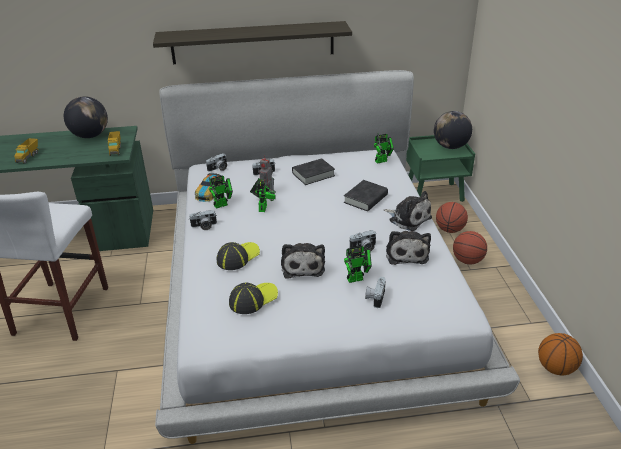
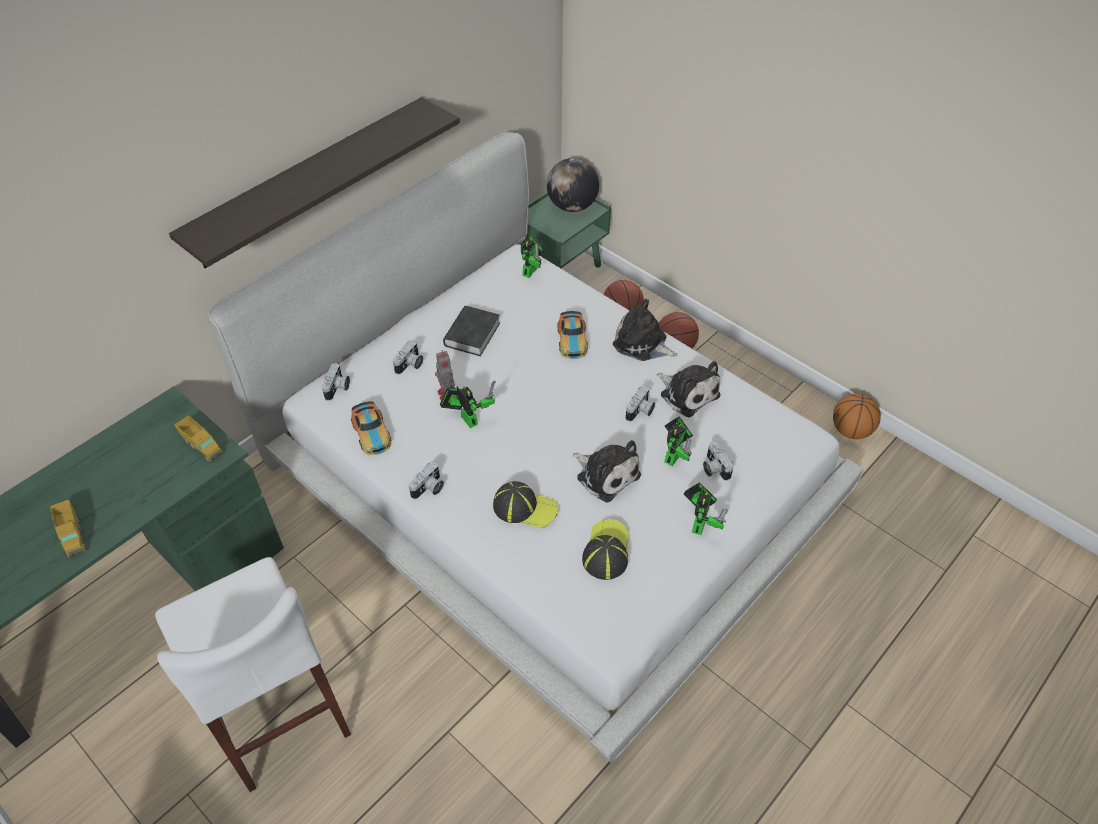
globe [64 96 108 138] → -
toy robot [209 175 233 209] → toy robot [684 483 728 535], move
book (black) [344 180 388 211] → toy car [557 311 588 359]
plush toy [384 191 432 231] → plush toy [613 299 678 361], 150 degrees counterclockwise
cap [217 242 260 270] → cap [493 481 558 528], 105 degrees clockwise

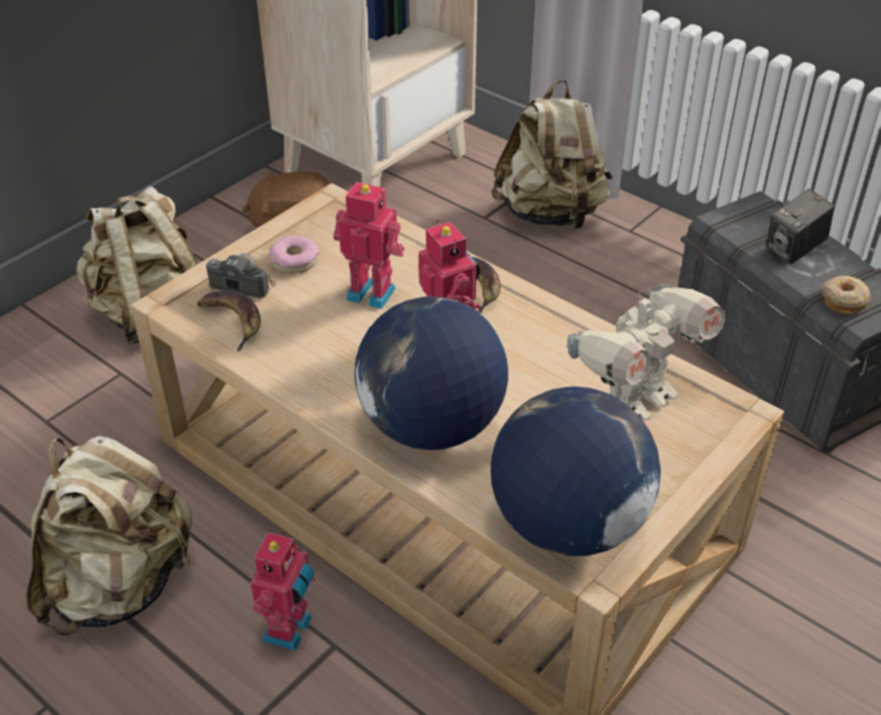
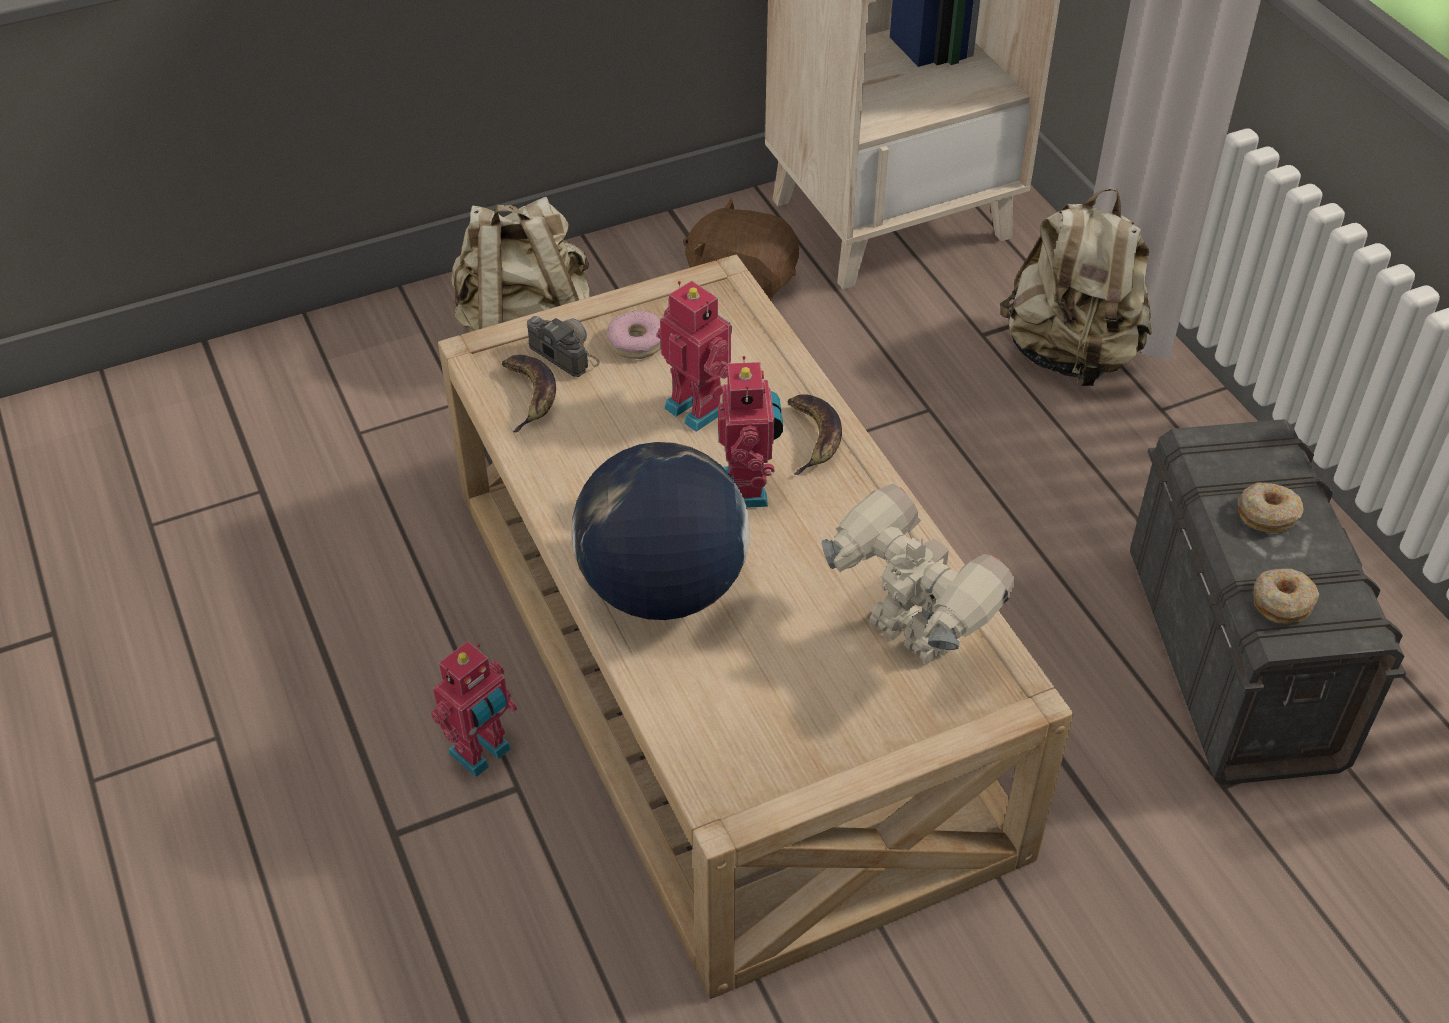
photo camera [767 189 835 264] → donut [1238 482 1304 533]
toy robot [567 284 725 420] → toy robot [822 484 1015 664], 120 degrees counterclockwise
globe [491 387 661 556] → -
backpack (beige) [26 436 193 636] → -

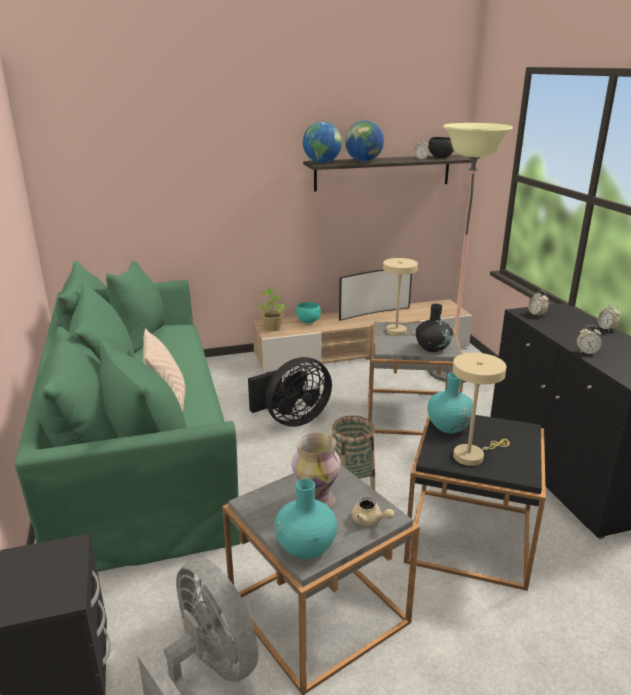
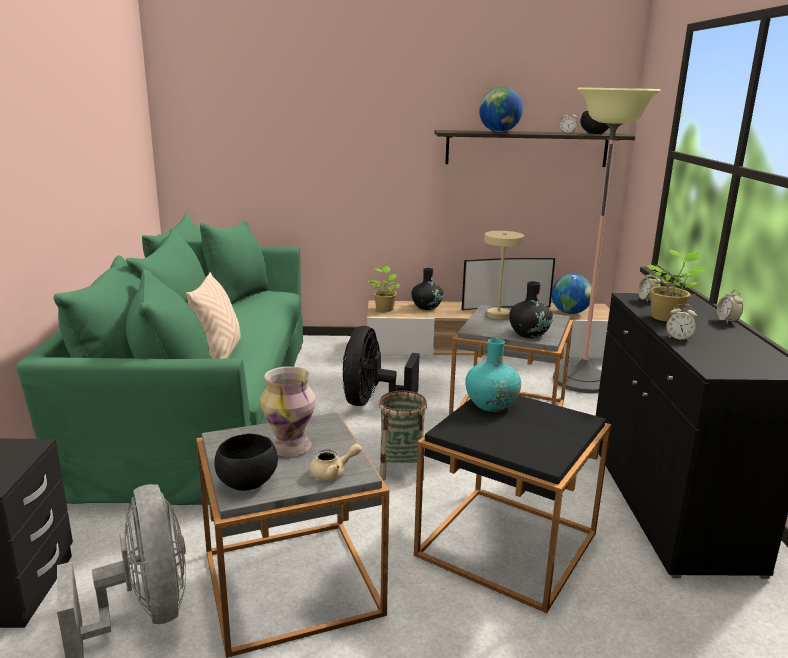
globe [303 122 342 163] → globe [552 274 592 314], move
bowl (turquoise) [296 302 321 323] → vase (black) [412 268 443 310]
table lamp (beige) [453 353 510 466] → -
fan (black) [248 357 332 427] → fan (black) [343 326 420 406], 120 degrees clockwise
vase (turquoise) [275 479 337 559] → bowl (black) [214 433 278 491]
teapot (beige) [352 497 394 526] → teapot (beige) [309 444 362 480], 75 degrees counterclockwise
- → potted plant [644 249 706 322]

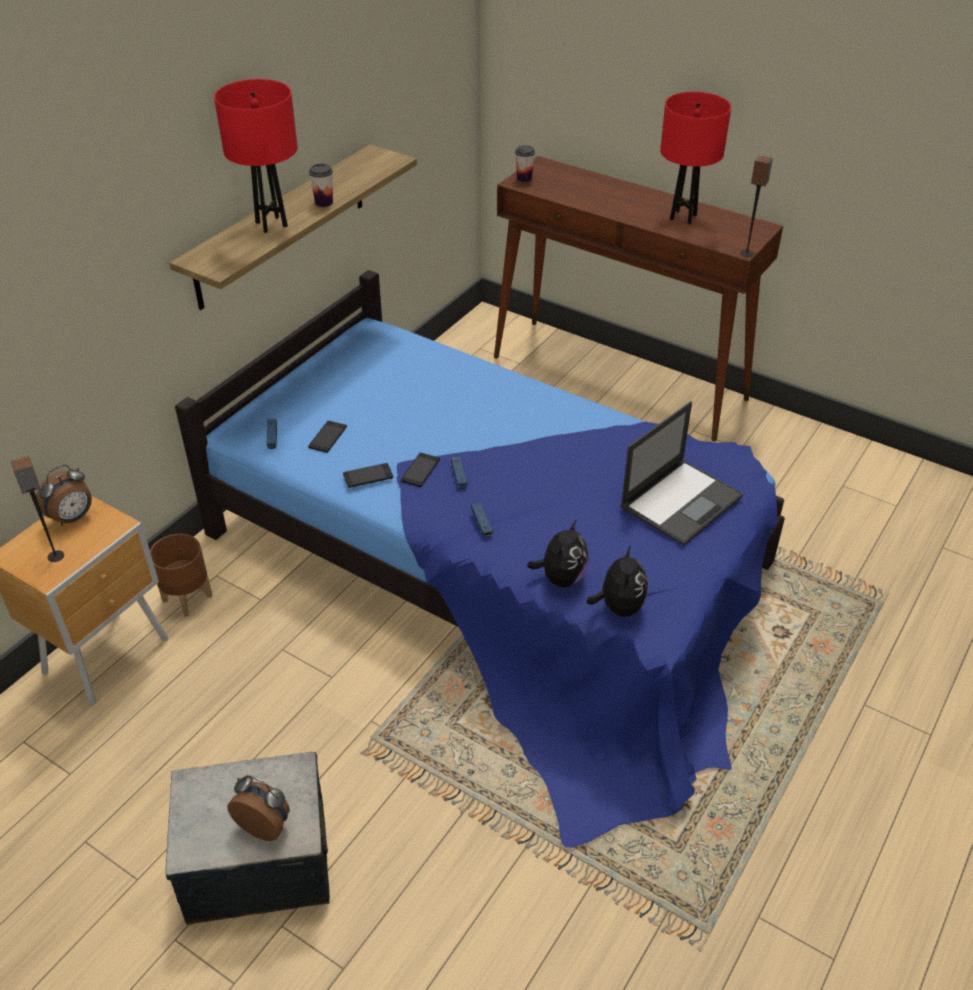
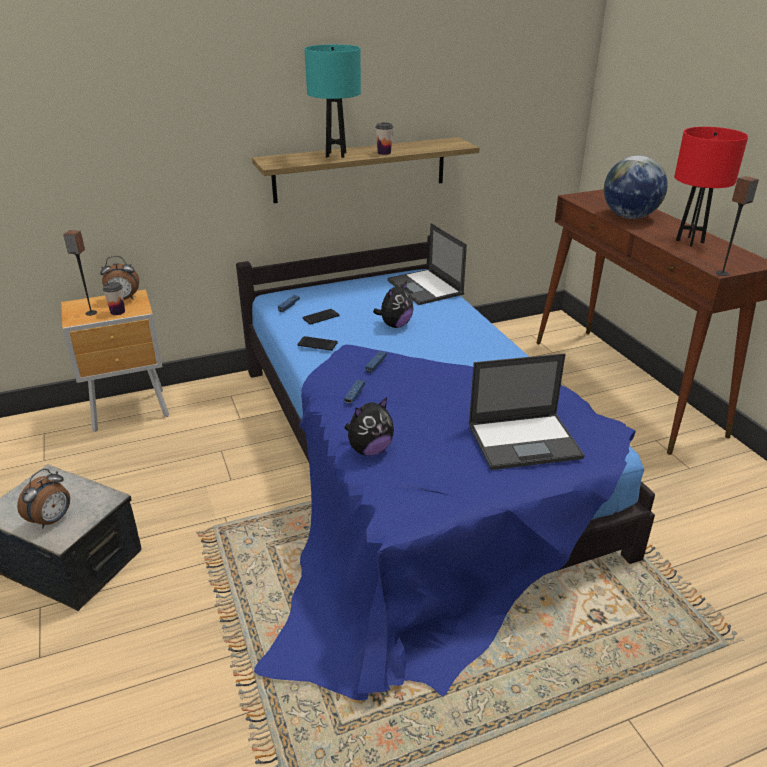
table lamp (red) [214 79 298 233] → table lamp (turquoise) [304 44 361 158]
cup [515 145 535 182] → cup [103 282 125 315], move
phone [401 453 440 487] → -
planter (brown) [150 534 212 617] → -
plush toy [587 546 648 617] → plush toy [373 281 413 328], move
alarm clock [227 775 290 841] → alarm clock [17 469 70 528], 60 degrees clockwise
- → globe [604 155 668 219]
- → laptop [387 223 467 305]

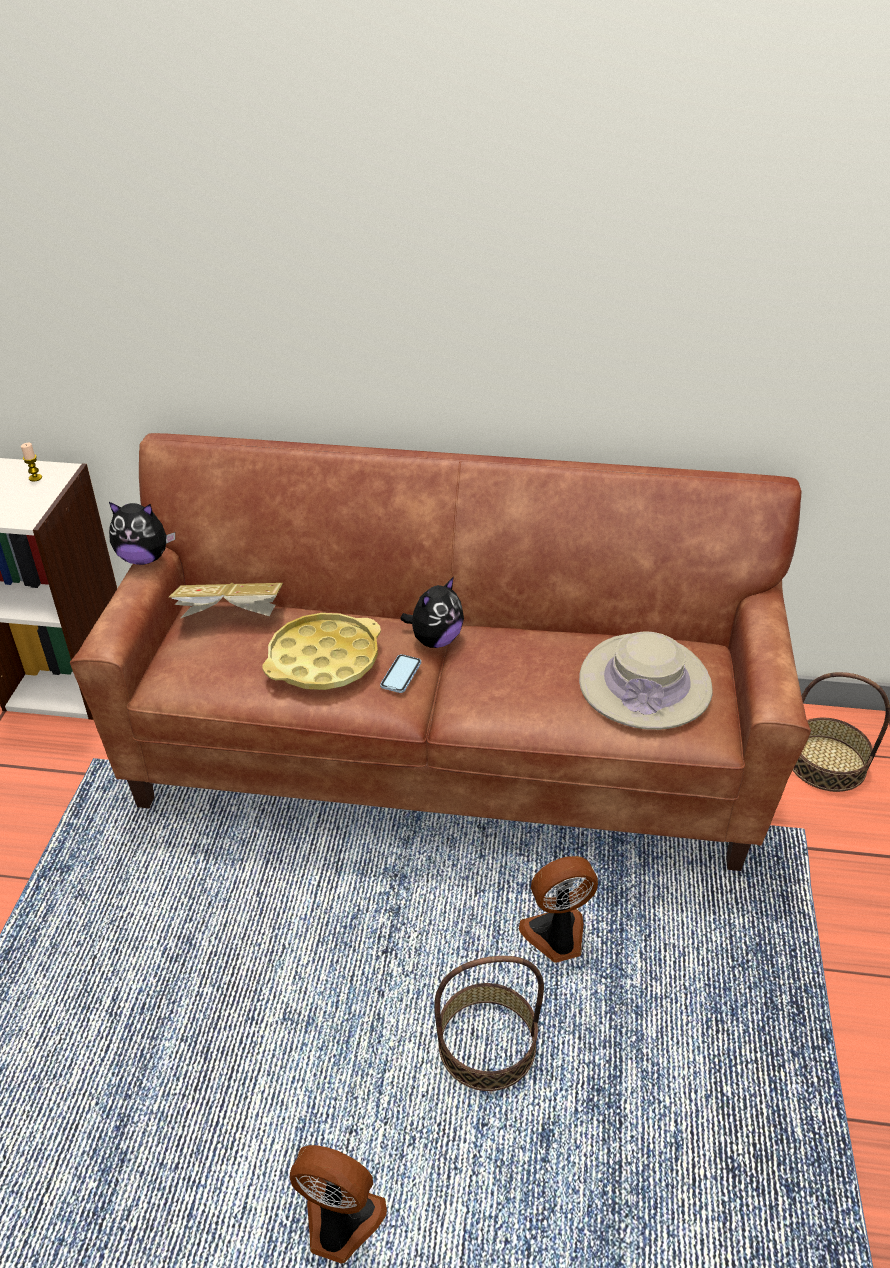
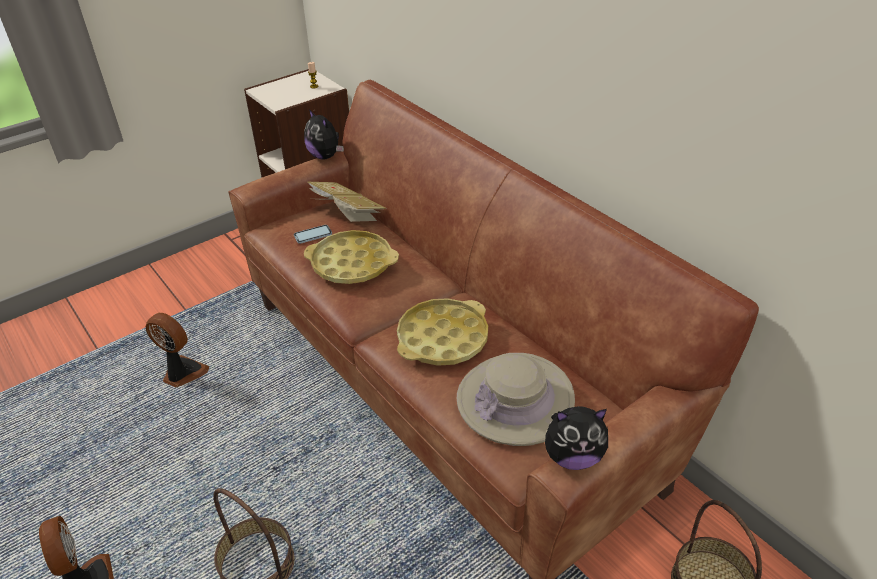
plush toy [400 576 464 648] → plush toy [545 406 608 470], move
phone [380 654 421 693] → phone [294 225 332 244], move
fan [519 856 598 963] → fan [146 313 209 387], move
- → tray (yellow) [397 298 488 366]

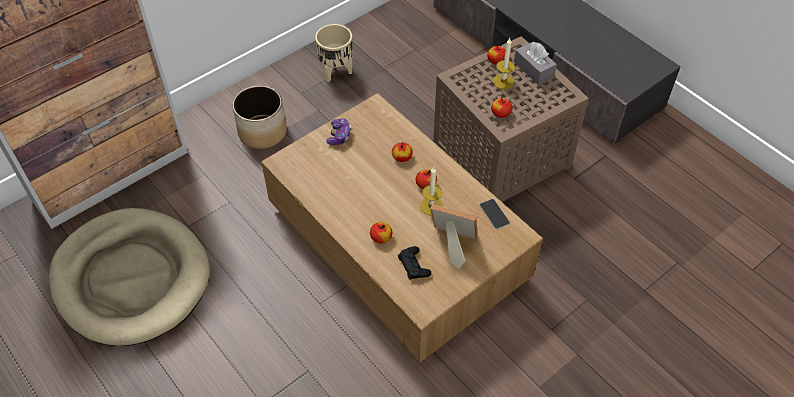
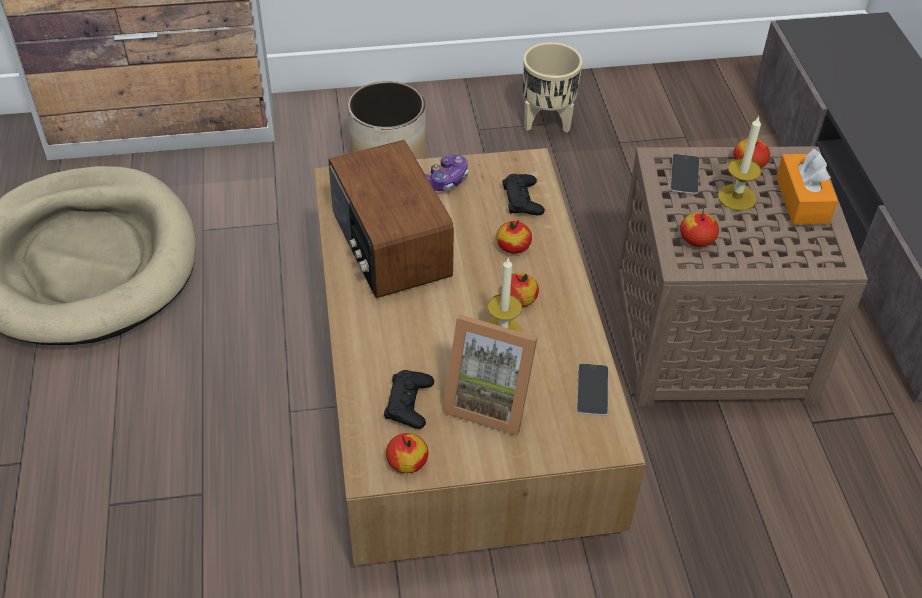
tissue box (grey) [514 42 557 85] → tissue box (orange) [776 149 838 224]
picture frame [430 204 477 269] → picture frame [443 315 538 436], 150 degrees clockwise
apple [370 222 392 243] → apple [386 433 428 473], move
- → radio [329 140 454 298]
- → phone [670 154 699 194]
- → game controller (black) [503 174 545 215]

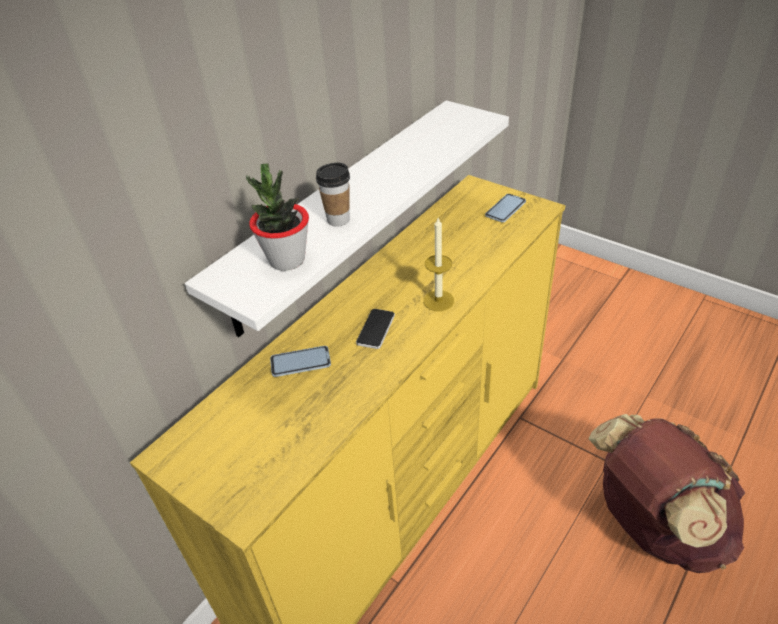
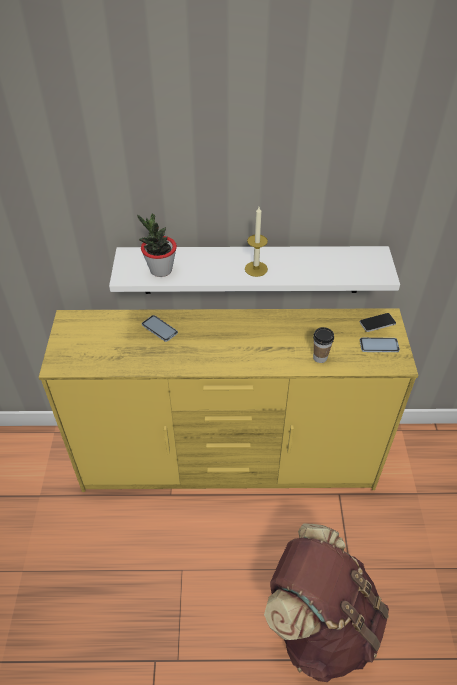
cup [316 163 350 227] → cup [313 327 334 363], move
candle [423 218 454 311] → candle [245 207 268 277], move
phone [356 309 395 349] → phone [360 313 396 332], move

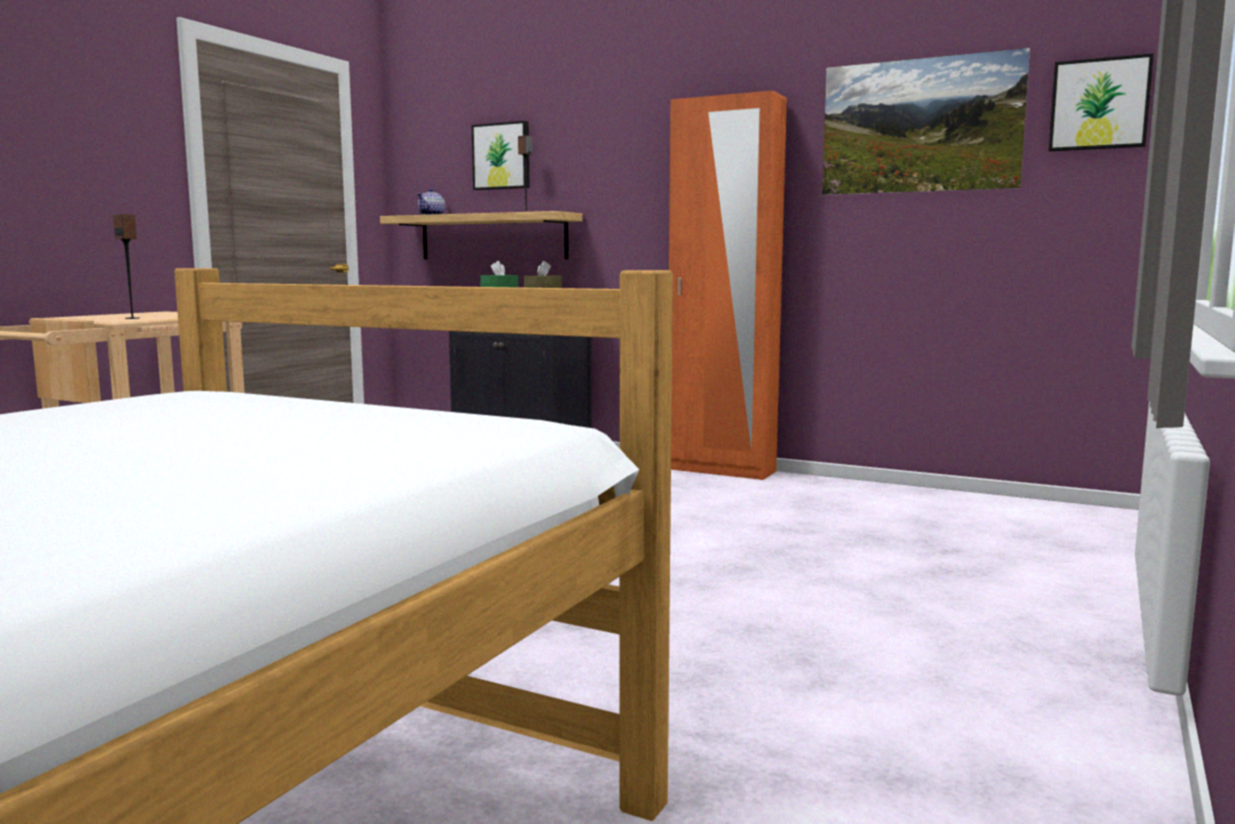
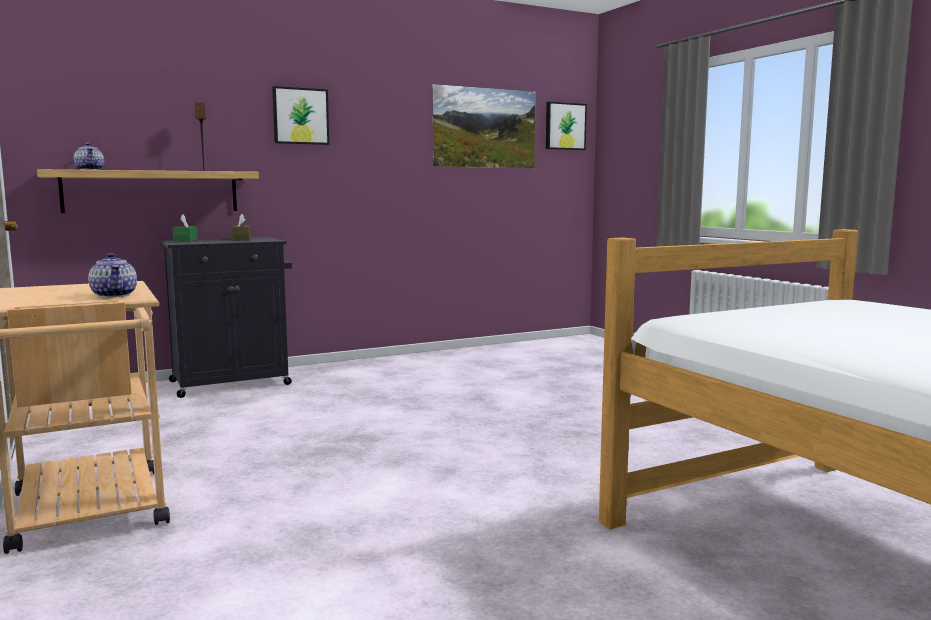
wardrobe (orange) [669 91 787 480] → -
picture [472 121 530 190] → picture [272 86 329 145], move
speaker [113 214 140 319] → teapot [88 253 137 298]

